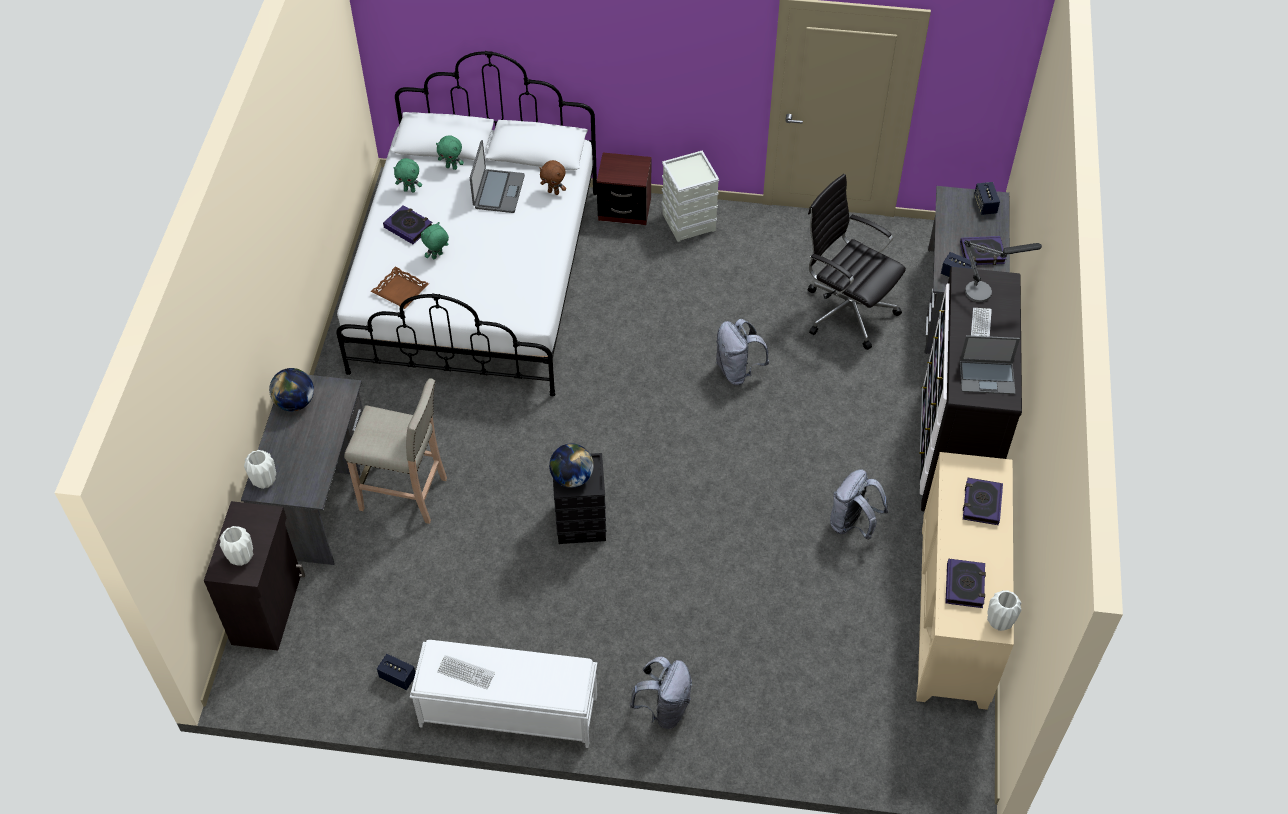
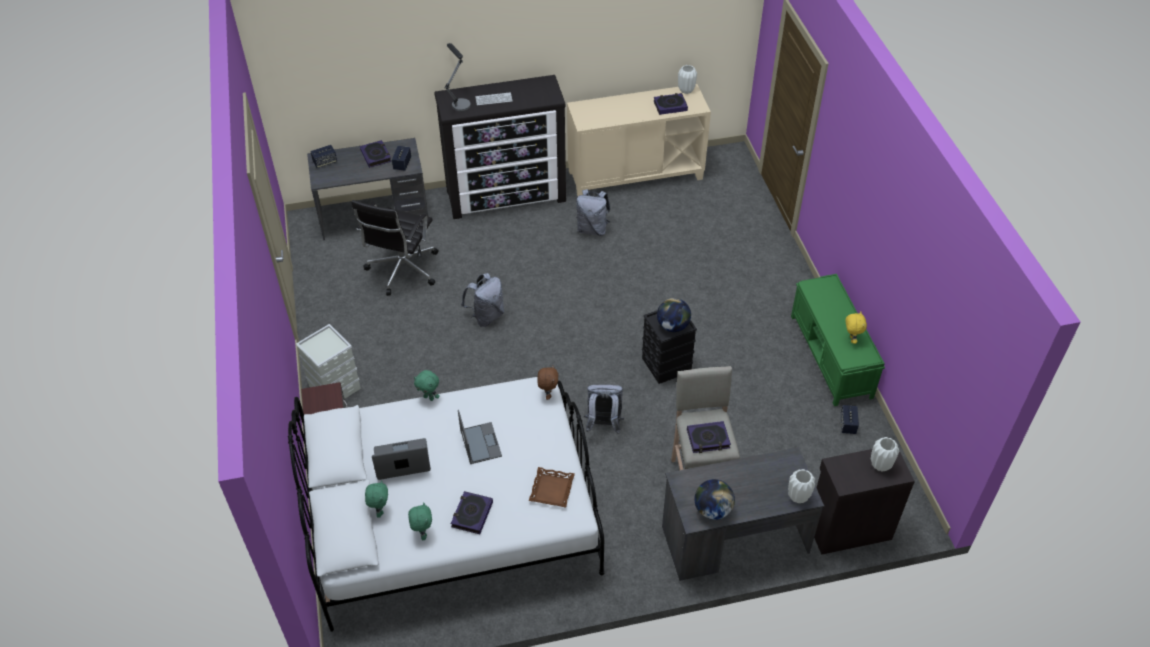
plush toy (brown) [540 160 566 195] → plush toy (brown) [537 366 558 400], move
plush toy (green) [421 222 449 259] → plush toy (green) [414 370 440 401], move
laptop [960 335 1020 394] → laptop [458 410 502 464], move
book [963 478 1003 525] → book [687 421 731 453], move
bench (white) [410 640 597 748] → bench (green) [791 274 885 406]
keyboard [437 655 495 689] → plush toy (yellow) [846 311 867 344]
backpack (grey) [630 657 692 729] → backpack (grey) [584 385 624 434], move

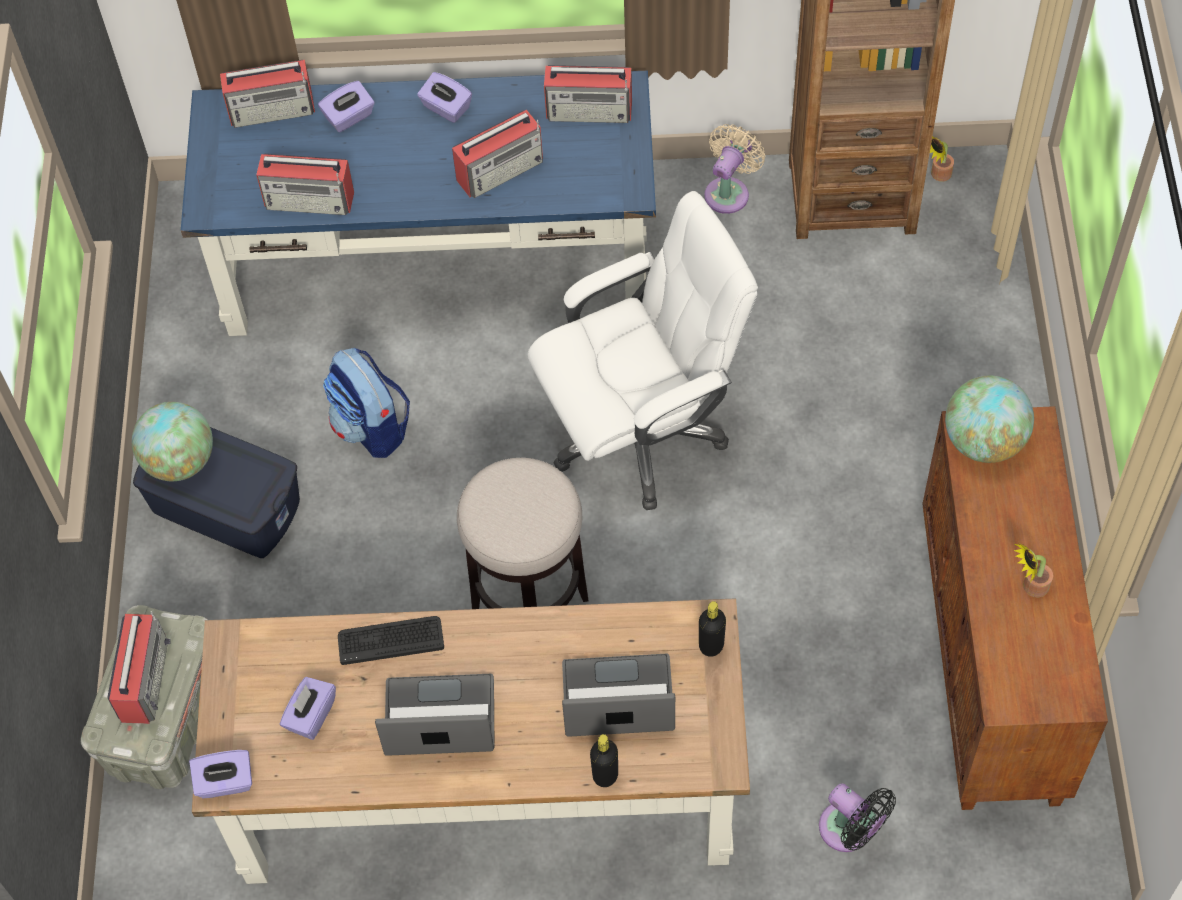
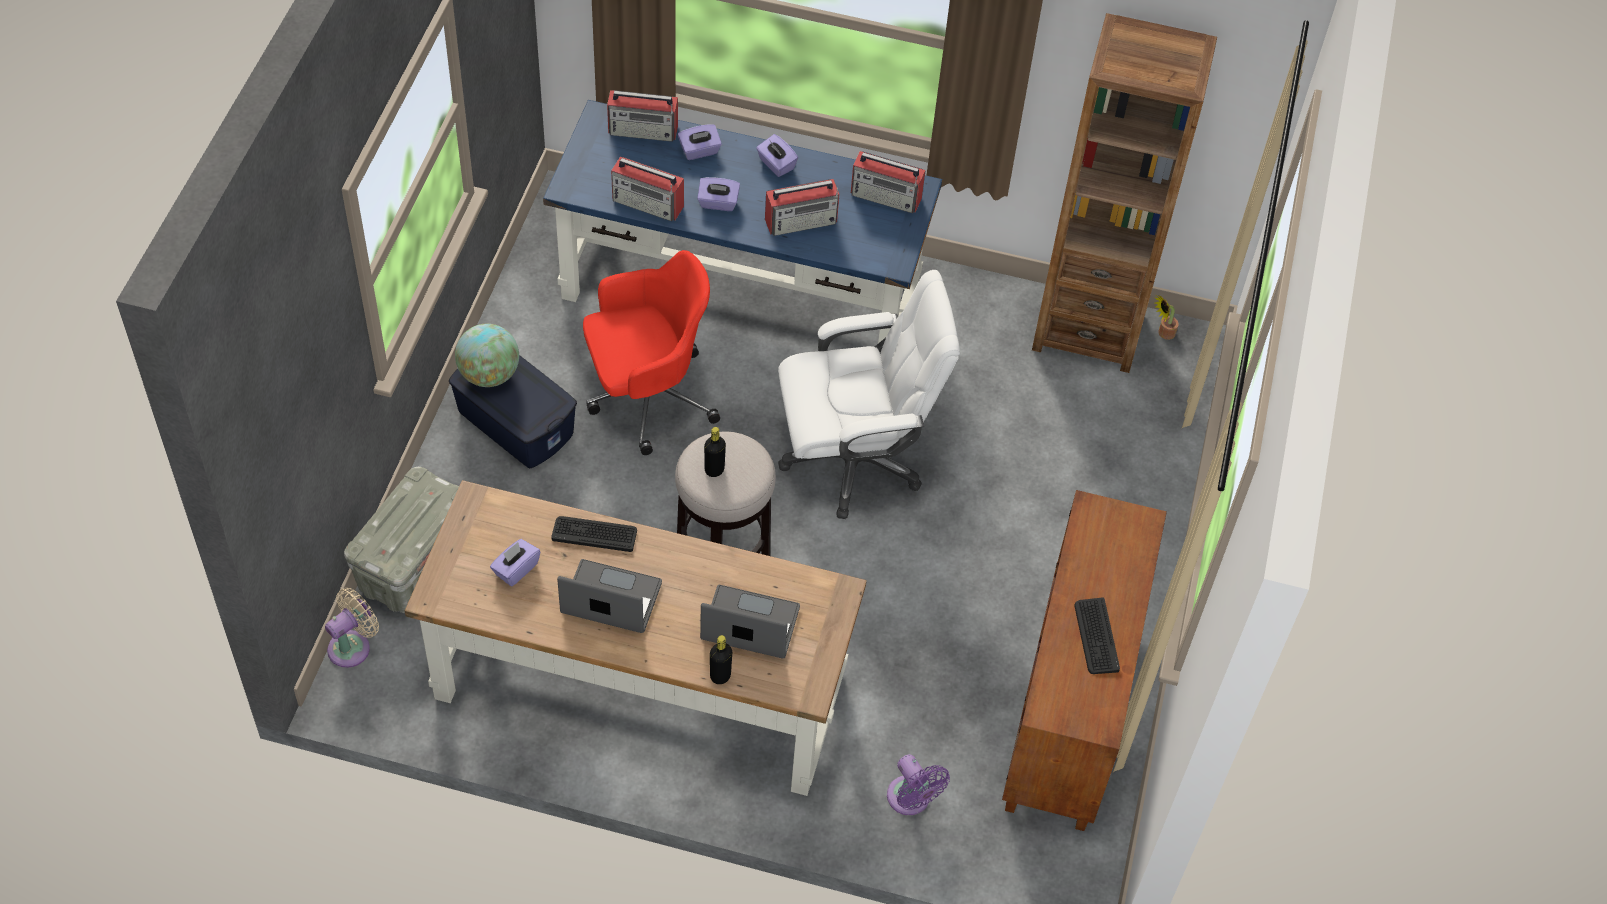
fan (beige) [704 124 765 214] → fan (beige) [325 588 379 668], move
backpack [323 348 410 458] → office chair (red) [583 250 720 455]
globe [945 376 1034 463] → -
potted plant [1014 542 1053 597] → keyboard [1075 597 1120 674]
bottle (black) [699 601 726 657] → bottle (black) [704 427 726 477], move
radio [107 611 171 724] → -
tissue box (purple) [189 750 252 798] → tissue box (purple) [697 177 740 211], move
fan (black) [819 783 896 852] → fan (purple) [887 754 950 815]

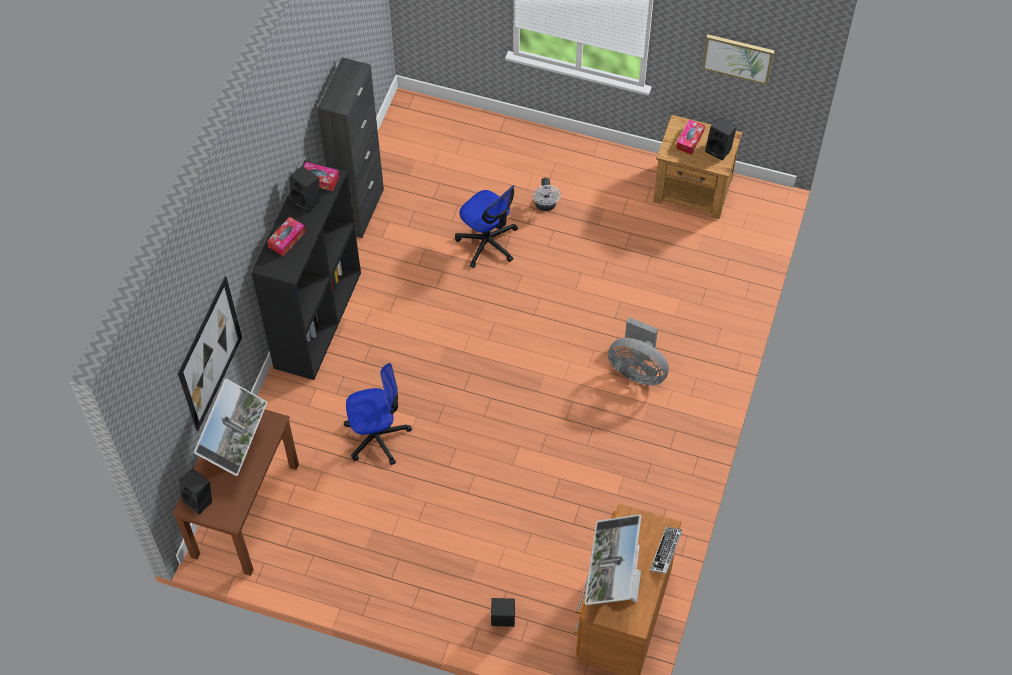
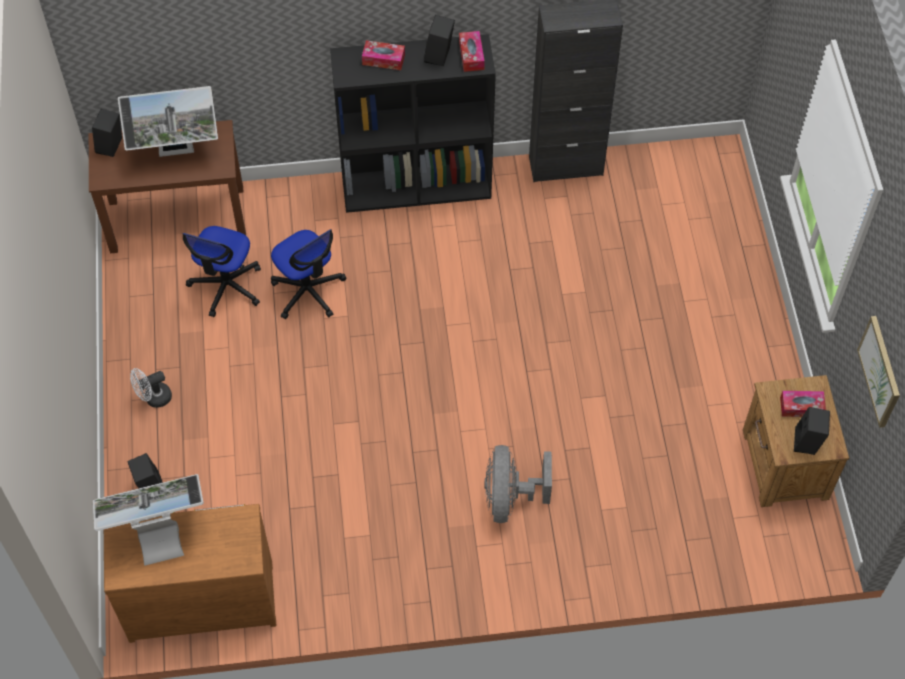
fan (white) [533 178 561 211] → fan (white) [130 368 172 408], move
office chair [455 185 518 268] → office chair [182 226 261 317], move
picture [178 277 242 431] → -
keyboard [650 527 682 574] → -

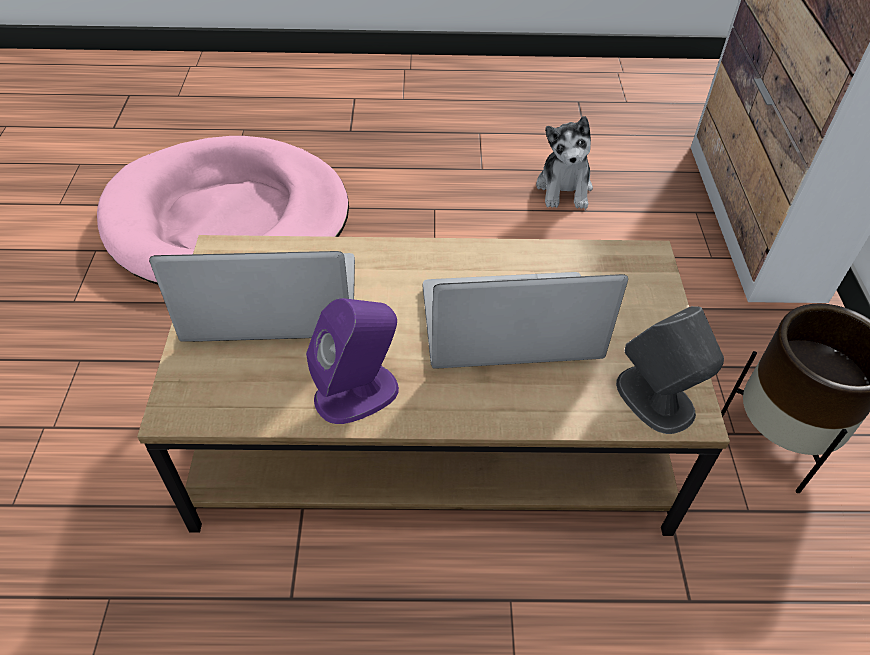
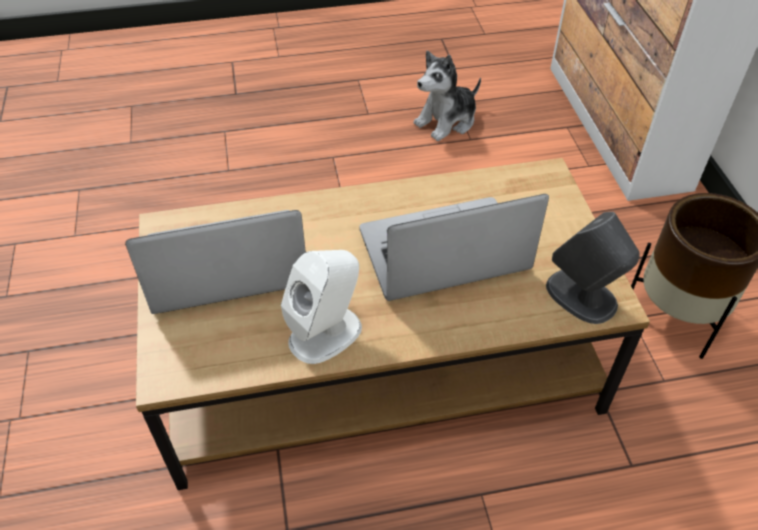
plush toy [536 116 593 209] → plush toy [414 51 481 141], 60 degrees clockwise
dog bed (pink) [97 136 349 285] → -
speaker (purple) [306 298 399 424] → speaker (white) [281 250 362 364]

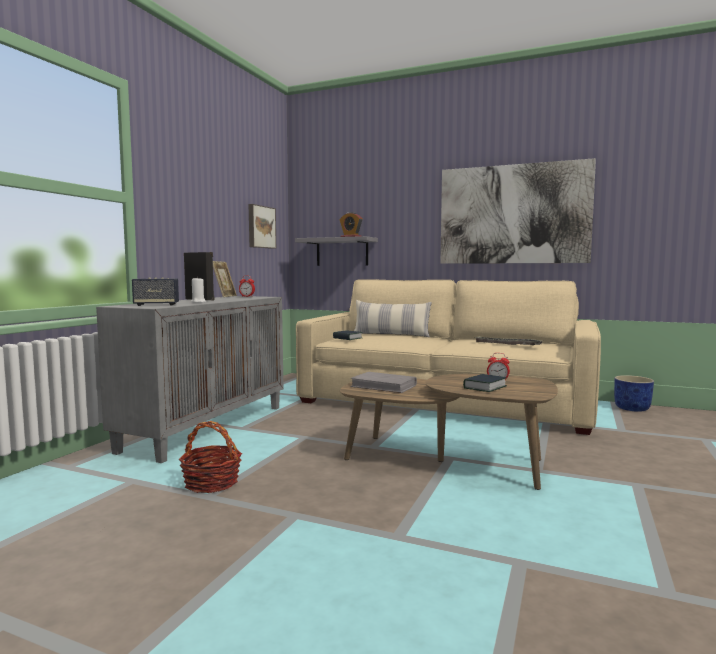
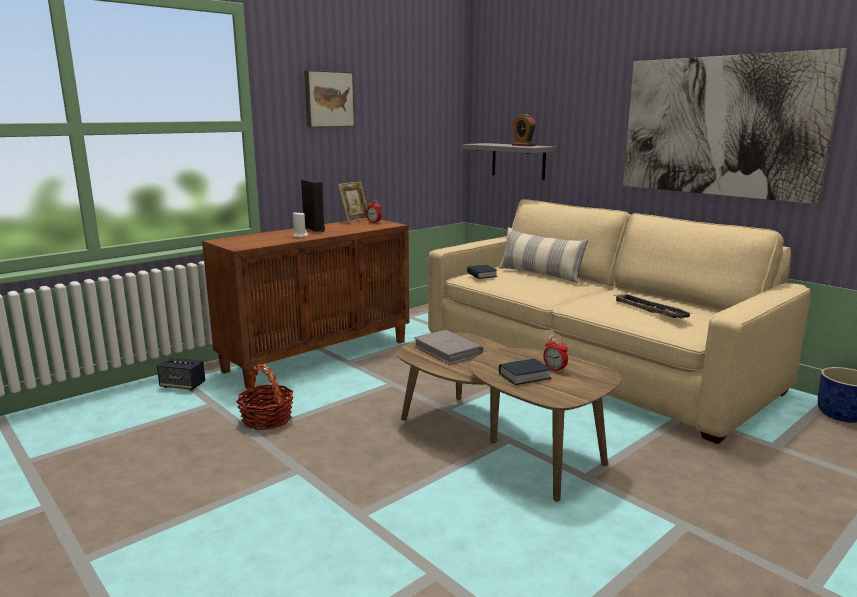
picture [248 204 276 249] → picture [304 70 355 127], move
speaker [132 277 179 306] → speaker [157 358 206 390], move
cabinet (grey) [96 296 284 463] → cabinet (brown) [202 219 409 389]

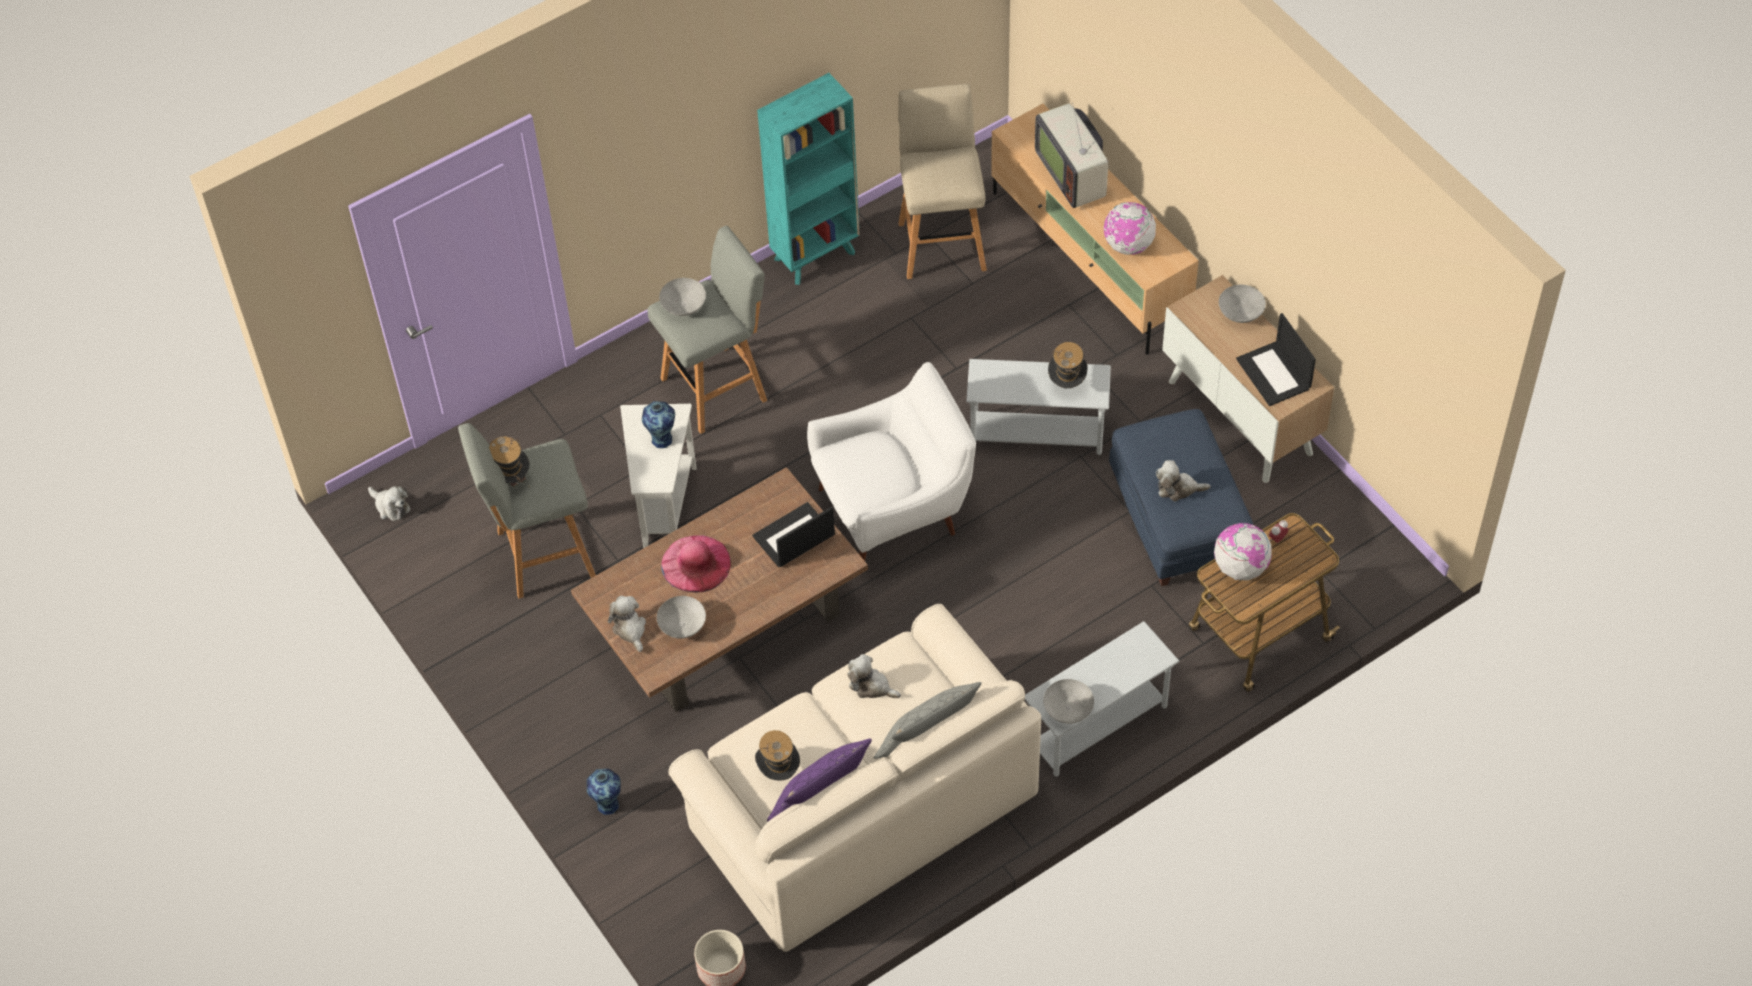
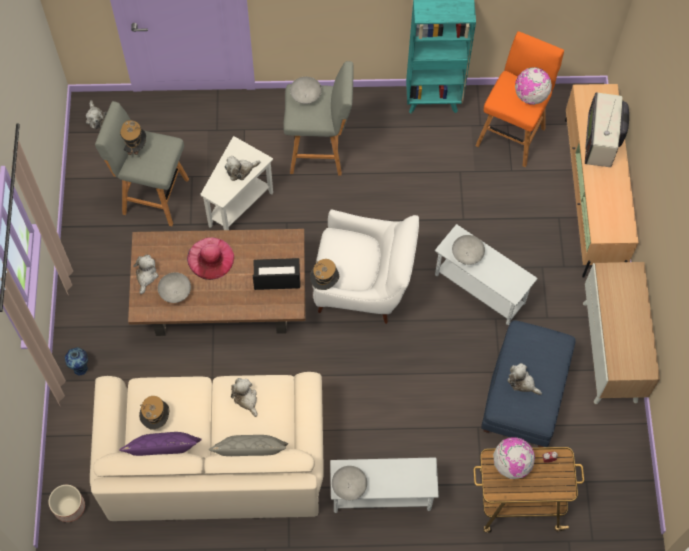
stool (beige) [898 84 987 279] → stool (orange) [475 31 564 167]
globe [1103 202 1156 255] → globe [515 67 552 105], move
bowl (grey) [1219 285 1266 323] → bowl (grey) [452 235 485 265], move
laptop [1236 313 1316 406] → -
hat [1048 342 1088 388] → hat [310 259 339 290], move
vase [642 401 675 448] → plush toy [225 156 261 181]

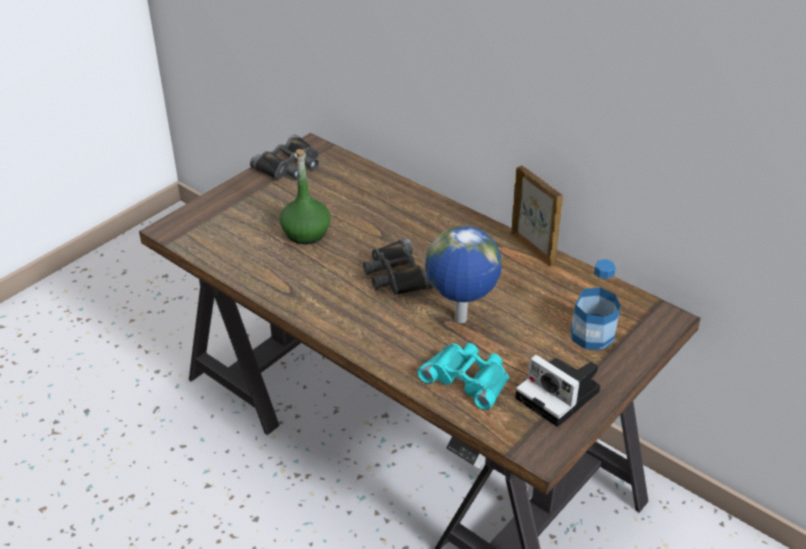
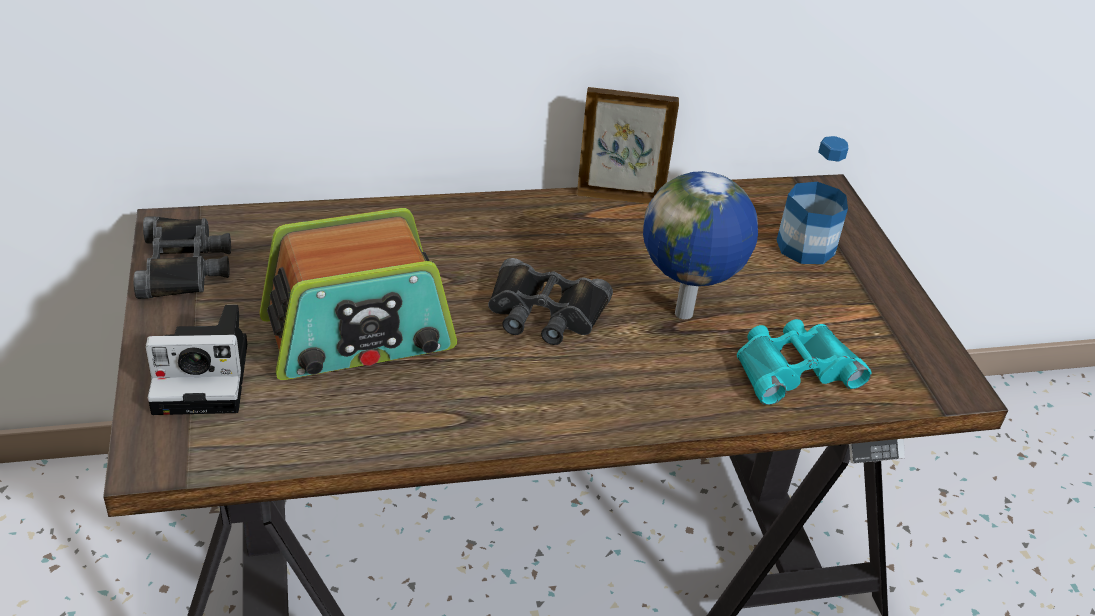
bottle (green) [280 149 331 244] → radio [259 208 457 380]
photo camera [515 354 601 427] → photo camera [145 305 247 415], move

